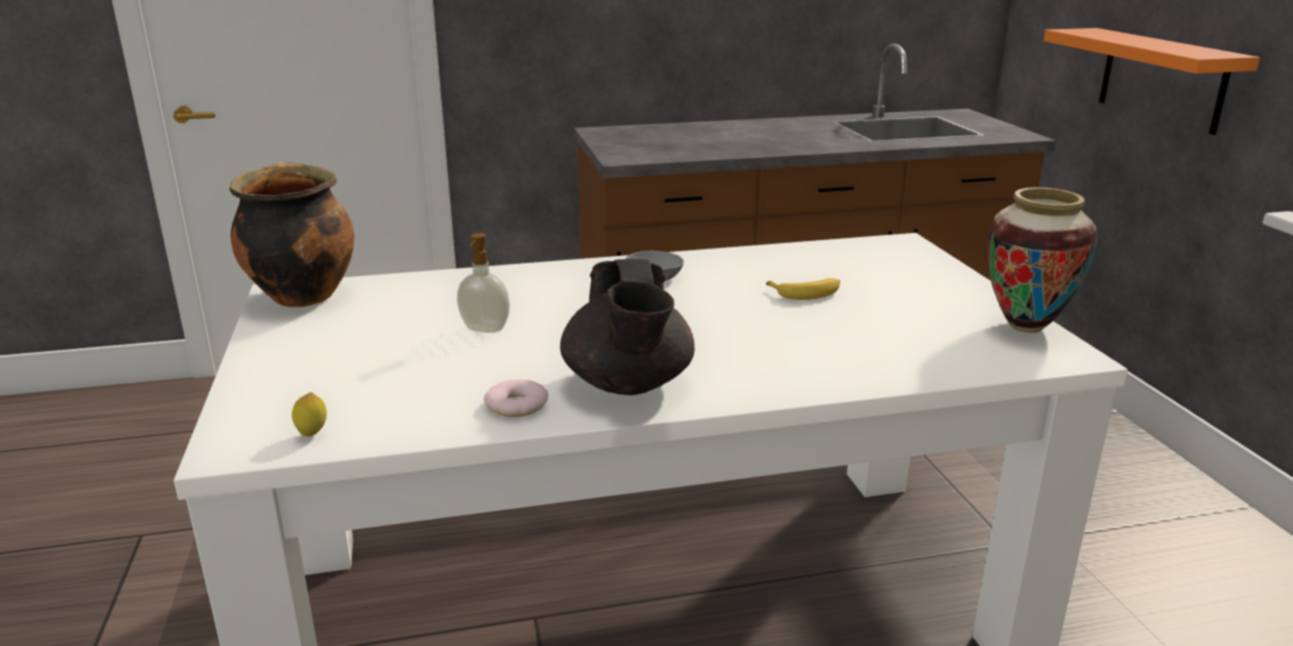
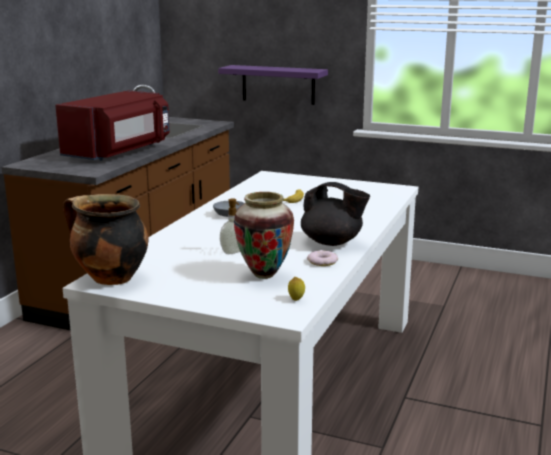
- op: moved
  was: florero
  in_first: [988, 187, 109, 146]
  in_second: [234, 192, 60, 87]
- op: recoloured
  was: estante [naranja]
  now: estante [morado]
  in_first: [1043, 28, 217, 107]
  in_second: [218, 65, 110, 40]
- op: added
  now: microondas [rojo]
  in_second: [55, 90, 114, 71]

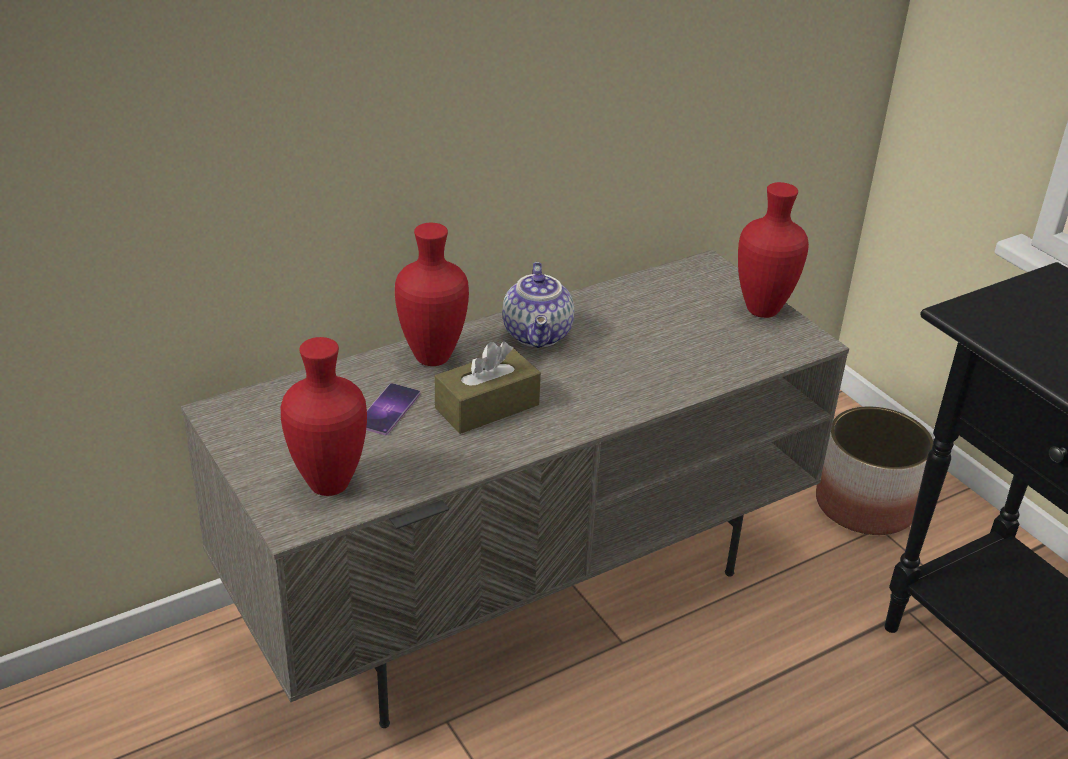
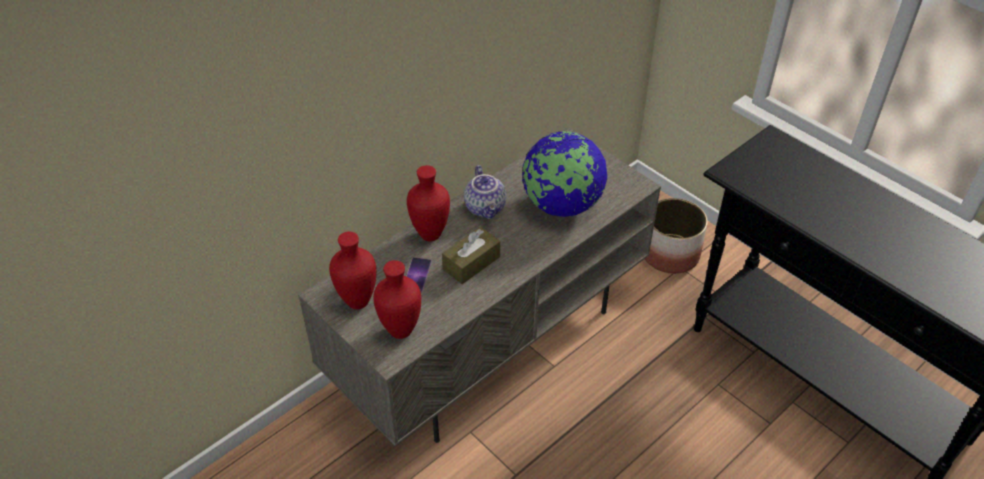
- op: moved
  was: florero [rojo]
  in_first: [738, 182, 71, 136]
  in_second: [329, 232, 47, 77]
- op: added
  now: globo terráqueo
  in_second: [522, 131, 85, 86]

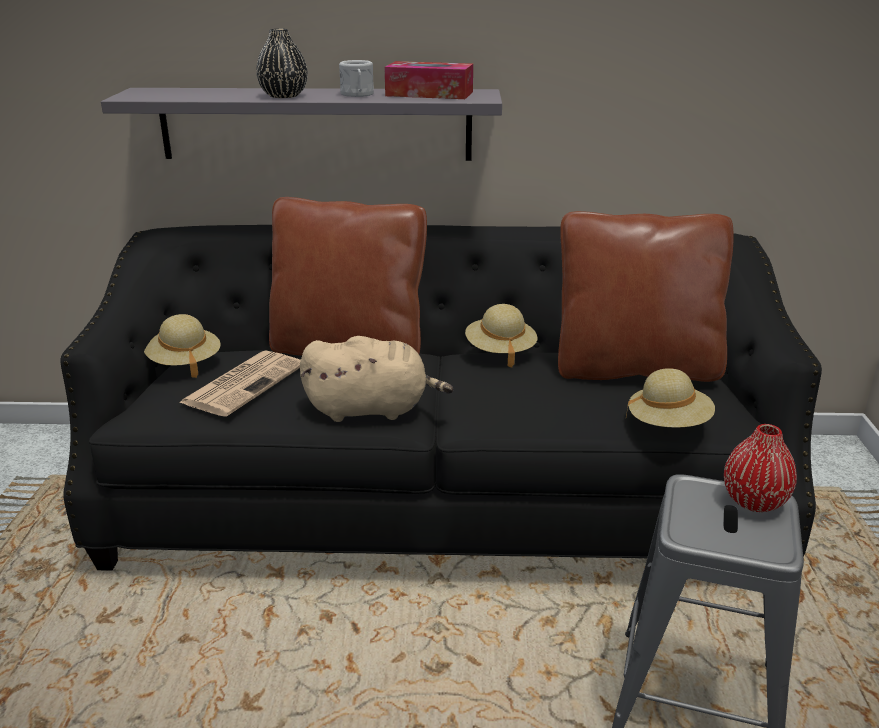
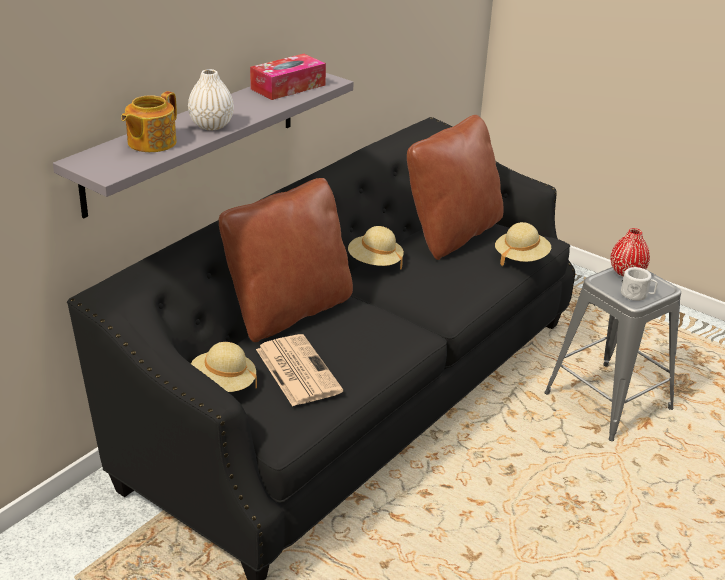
- op: recoloured
  was: florero [negro]
  now: florero [blanco]
  in_first: [256, 29, 52, 69]
  in_second: [188, 69, 46, 61]
- op: removed
  was: peluche [beis]
  in_first: [300, 336, 153, 86]
- op: moved
  was: taza grande [blanco]
  in_first: [339, 60, 35, 37]
  in_second: [621, 267, 37, 34]
- op: added
  now: tetera
  in_second: [121, 91, 56, 61]

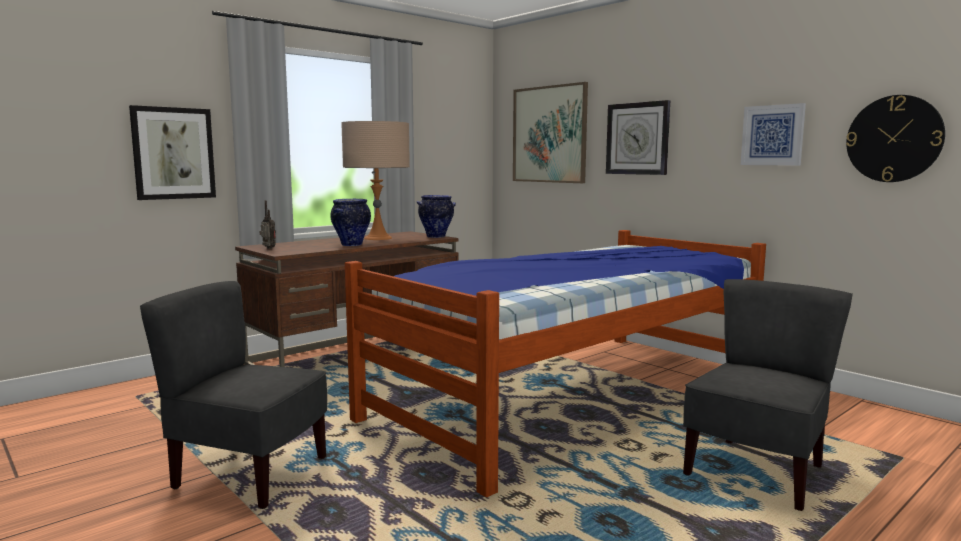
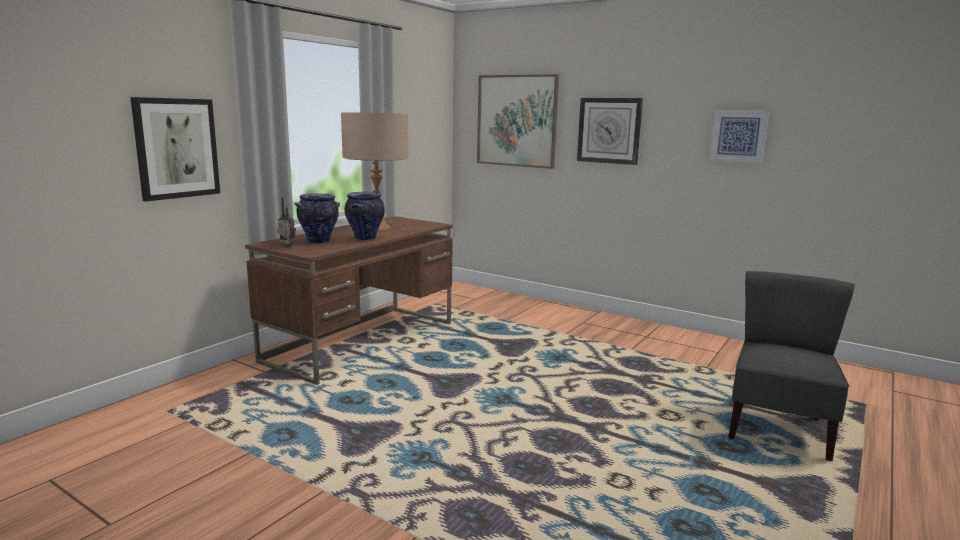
- op: removed
  was: silla [gris]
  in_first: [140, 281, 187, 228]
- op: removed
  was: cama
  in_first: [345, 230, 421, 267]
- op: moved
  was: florero
  in_first: [417, 195, 39, 43]
  in_second: [294, 193, 46, 51]
- op: removed
  was: reloj de pared
  in_first: [846, 95, 99, 87]

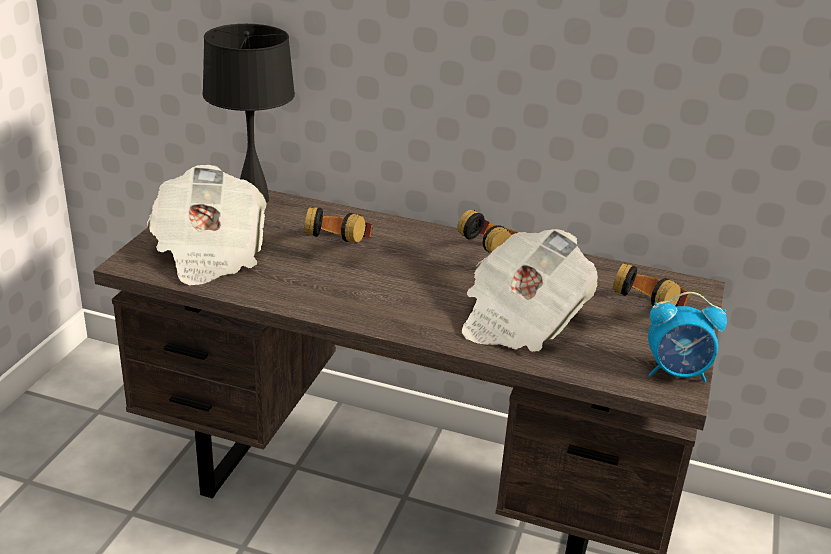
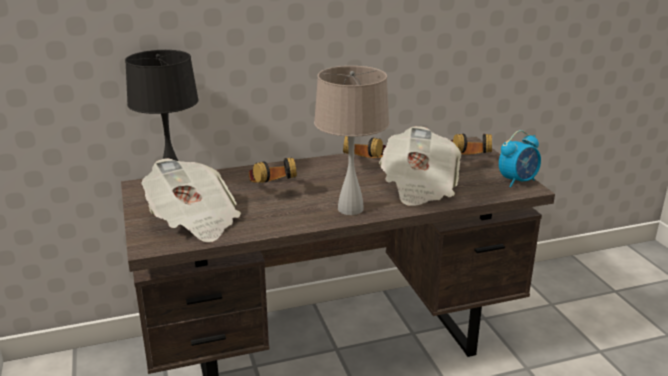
- op: added
  now: lámpara de mesa [beis]
  in_second: [314, 66, 76, 149]

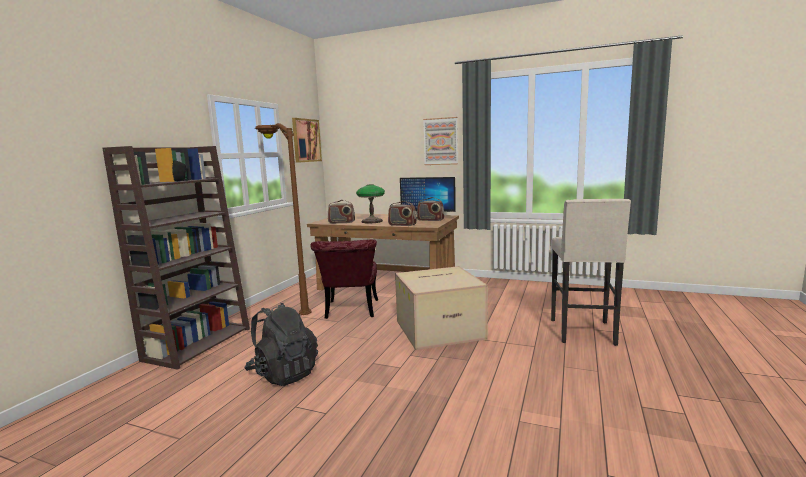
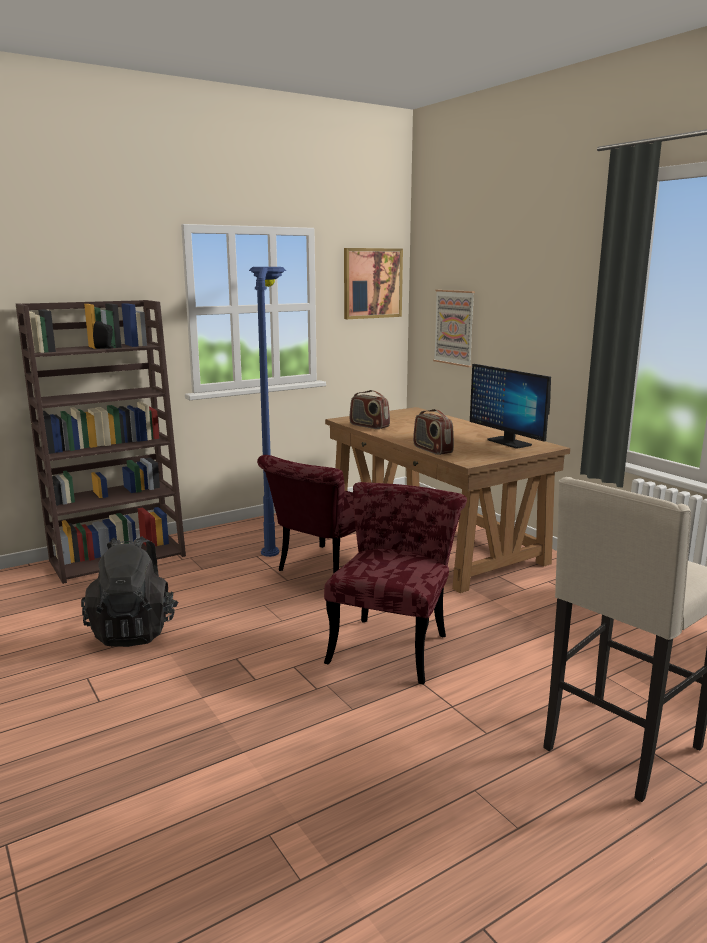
- op: recoloured
  was: lámpara de pie [marrón]
  now: lámpara de pie [azul]
  in_first: [254, 123, 58, 192]
  in_second: [249, 267, 37, 290]
- op: removed
  was: lámpara de mesa
  in_first: [356, 185, 29, 38]
- op: replaced
  was: caja de cartón
  now: silla [rojo]
  in_first: [395, 266, 93, 84]
  in_second: [324, 482, 143, 203]
- op: removed
  was: radio
  in_first: [417, 197, 27, 24]
- op: moved
  was: cuadro
  in_first: [423, 117, 35, 48]
  in_second: [433, 290, 42, 77]

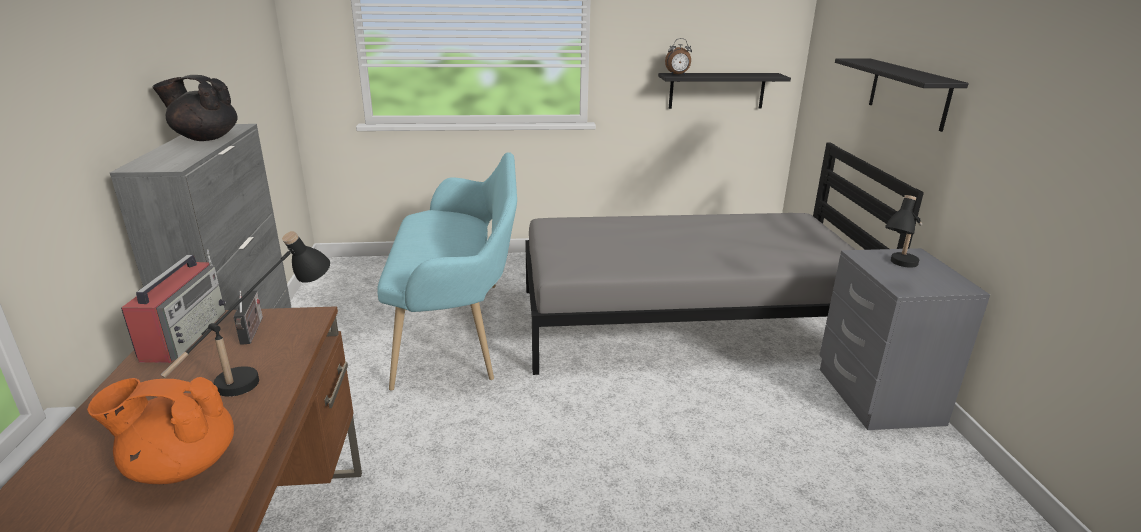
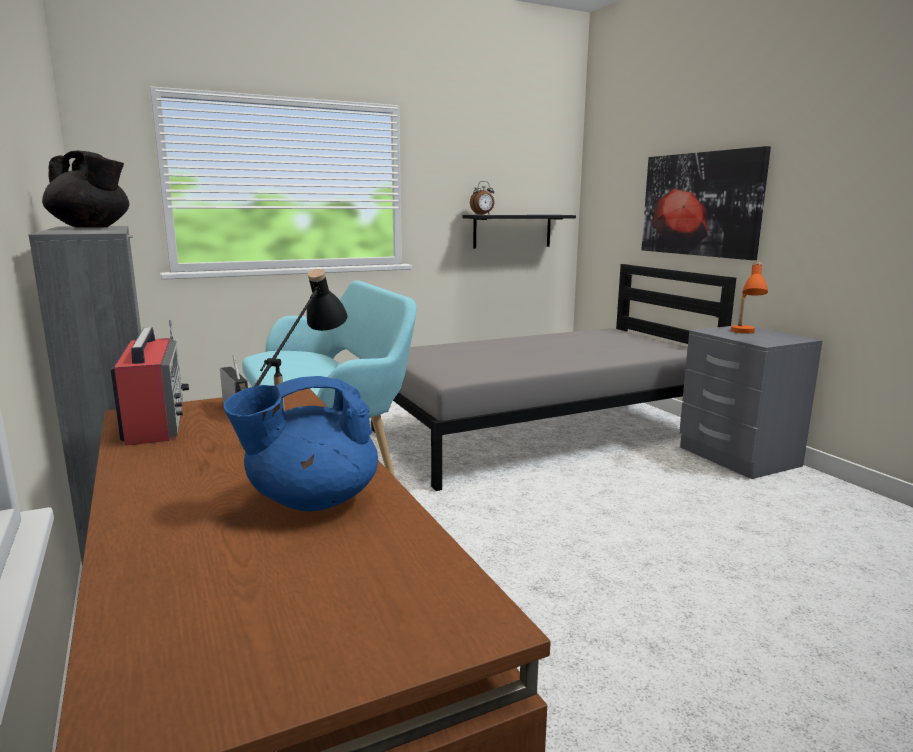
- op: recoloured
  was: tetera [naranja]
  now: tetera [azul]
  in_first: [87, 377, 147, 107]
  in_second: [224, 376, 154, 135]
- op: turned
  was: tetera [negro]
  in_first: [152, 75, 86, 66]
  in_second: [42, 150, 87, 78]
  clockwise: -135
- op: replaced
  was: estante [negro]
  now: cuadro
  in_first: [835, 58, 134, 74]
  in_second: [641, 146, 130, 114]
- op: recoloured
  was: lámpara de mesa [negro]
  now: lámpara de mesa [naranja]
  in_first: [885, 195, 37, 73]
  in_second: [731, 262, 37, 72]

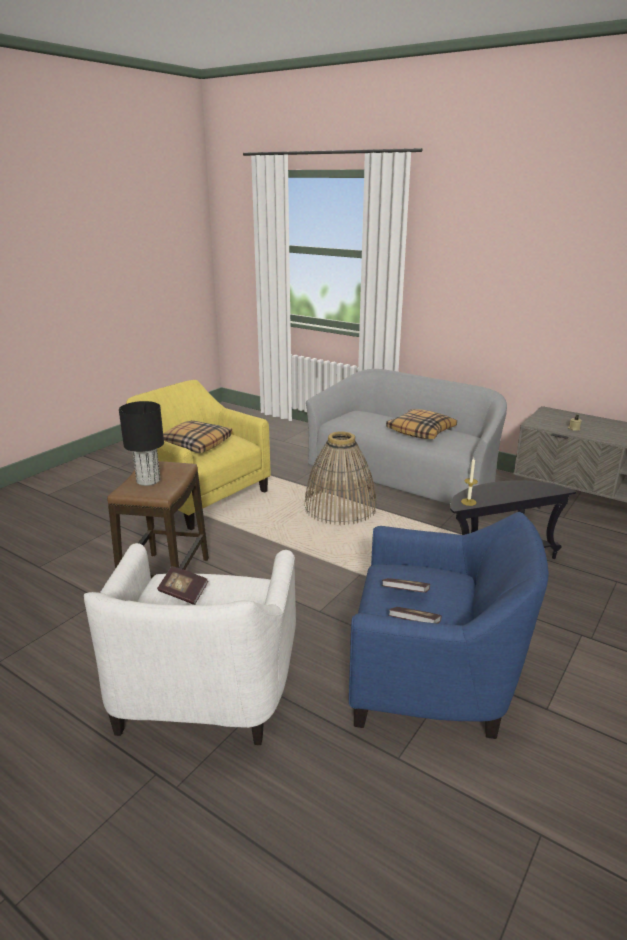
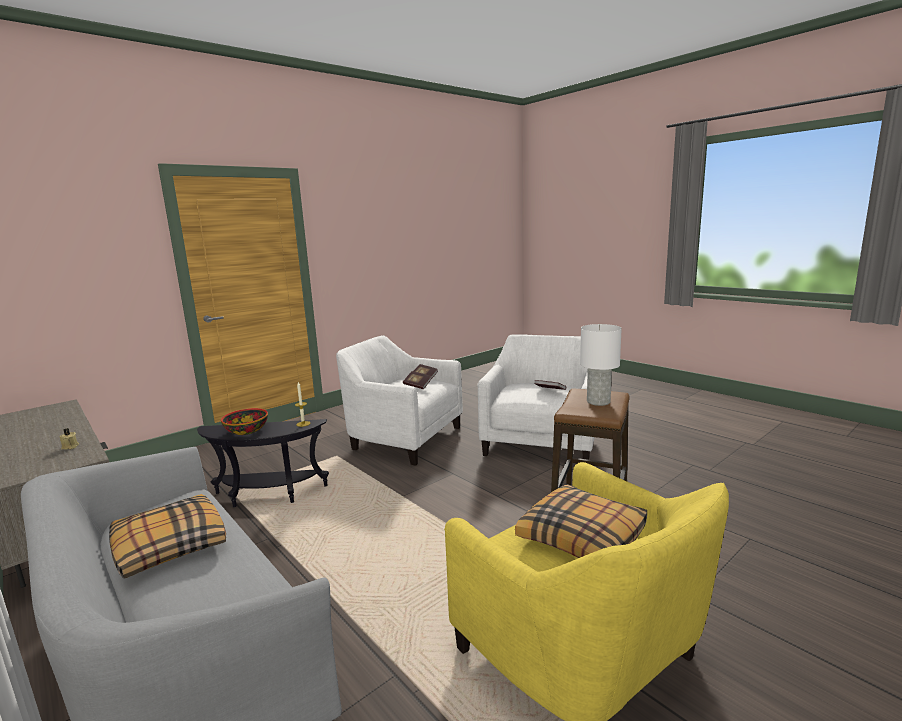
- op: recoloured
  was: lámpara de mesa [negro]
  now: lámpara de mesa [blanco]
  in_first: [119, 401, 45, 85]
  in_second: [580, 324, 42, 82]
- op: removed
  was: cesta
  in_first: [304, 431, 73, 94]
- op: recoloured
  was: sillón [azul]
  now: sillón [blanco]
  in_first: [349, 512, 200, 227]
  in_second: [336, 335, 127, 131]
- op: added
  now: cuenco
  in_second: [221, 408, 47, 27]

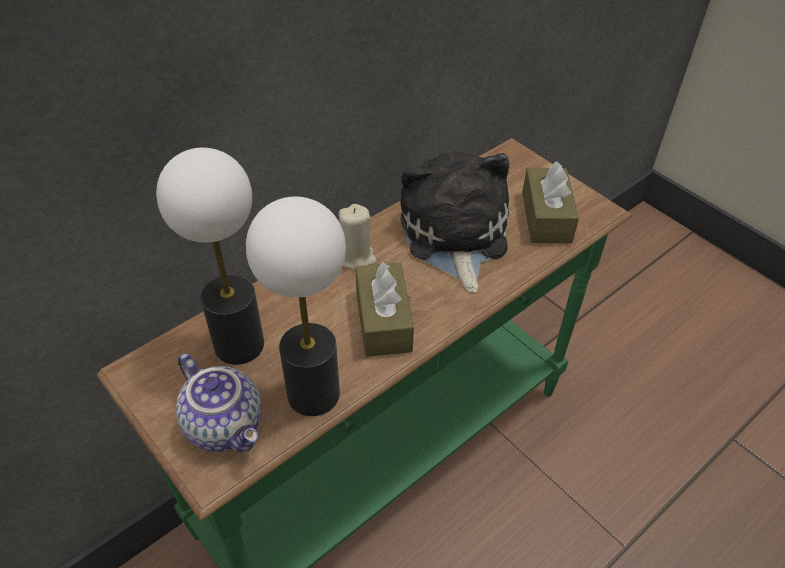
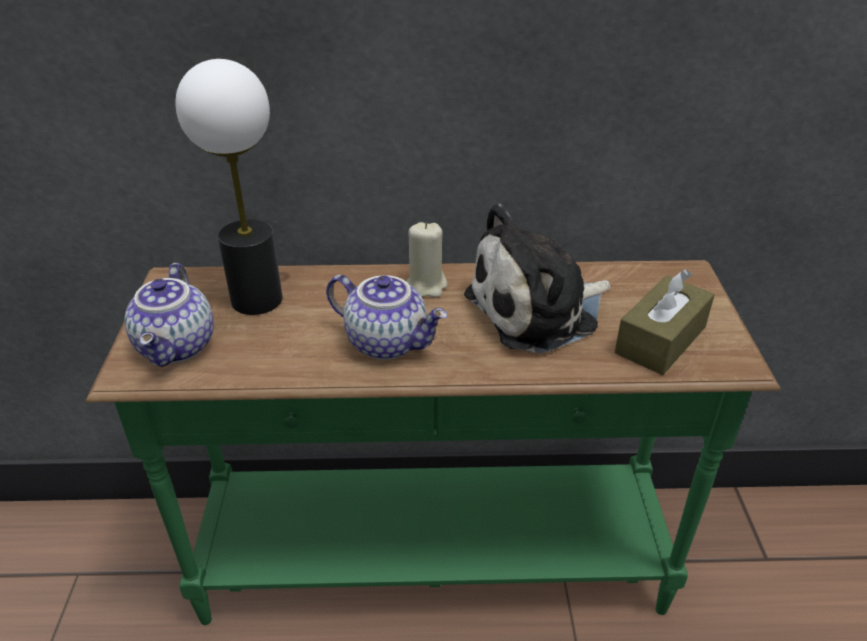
- op: removed
  was: lámpara de mesa
  in_first: [246, 197, 100, 219]
- op: replaced
  was: caja de pañuelos [marrón]
  now: tetera
  in_first: [356, 261, 58, 96]
  in_second: [326, 275, 122, 85]
- op: turned
  was: peluche
  in_first: [400, 151, 109, 142]
  in_second: [464, 204, 146, 149]
  clockwise: -150

